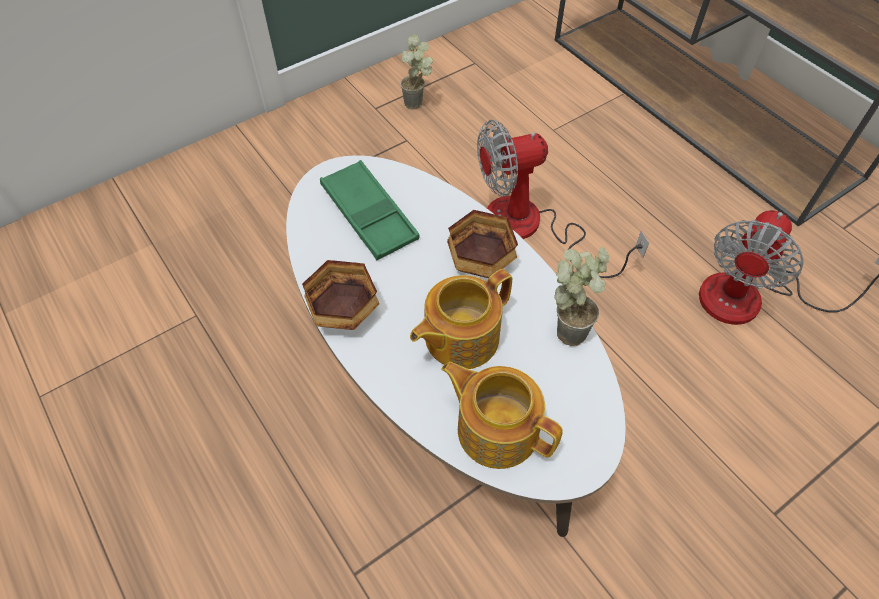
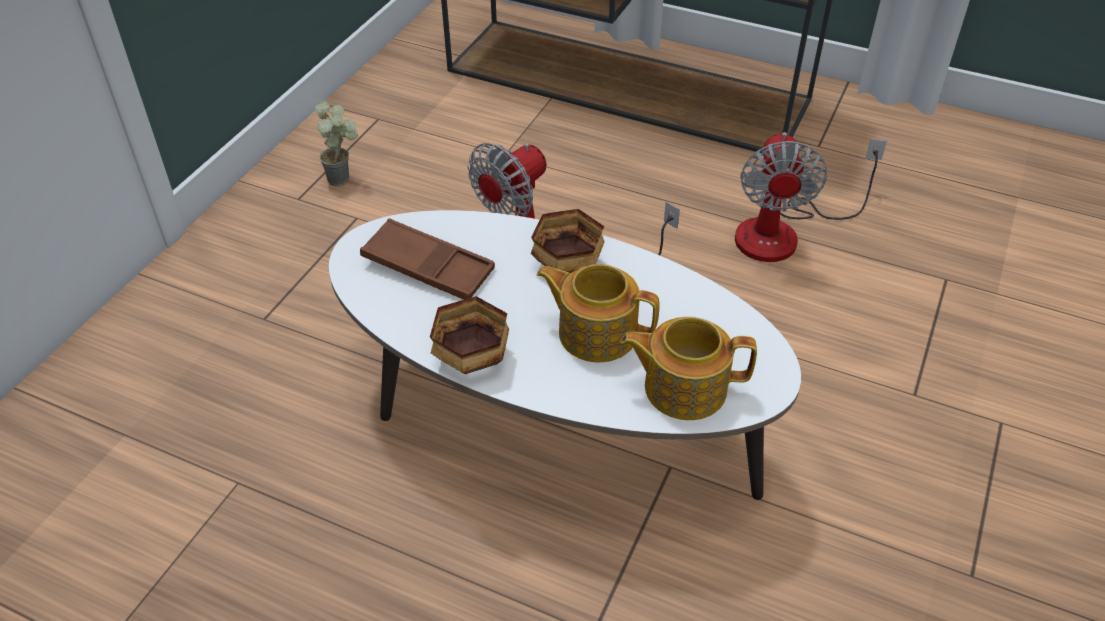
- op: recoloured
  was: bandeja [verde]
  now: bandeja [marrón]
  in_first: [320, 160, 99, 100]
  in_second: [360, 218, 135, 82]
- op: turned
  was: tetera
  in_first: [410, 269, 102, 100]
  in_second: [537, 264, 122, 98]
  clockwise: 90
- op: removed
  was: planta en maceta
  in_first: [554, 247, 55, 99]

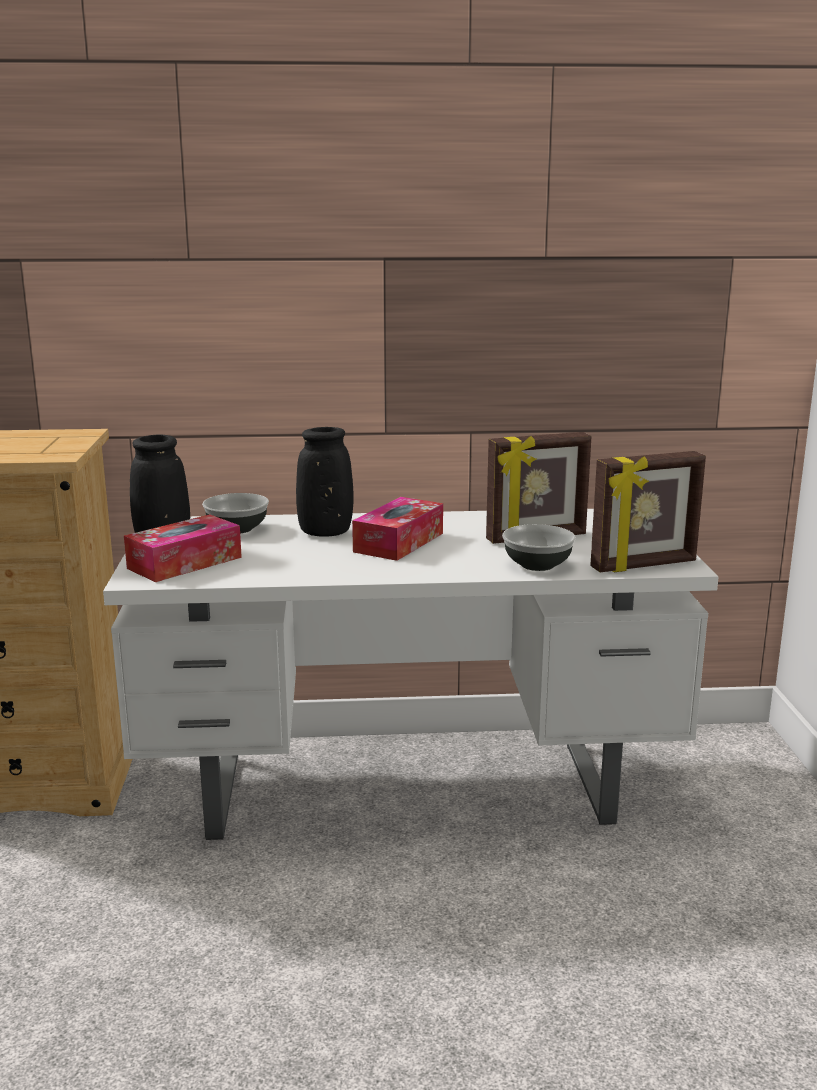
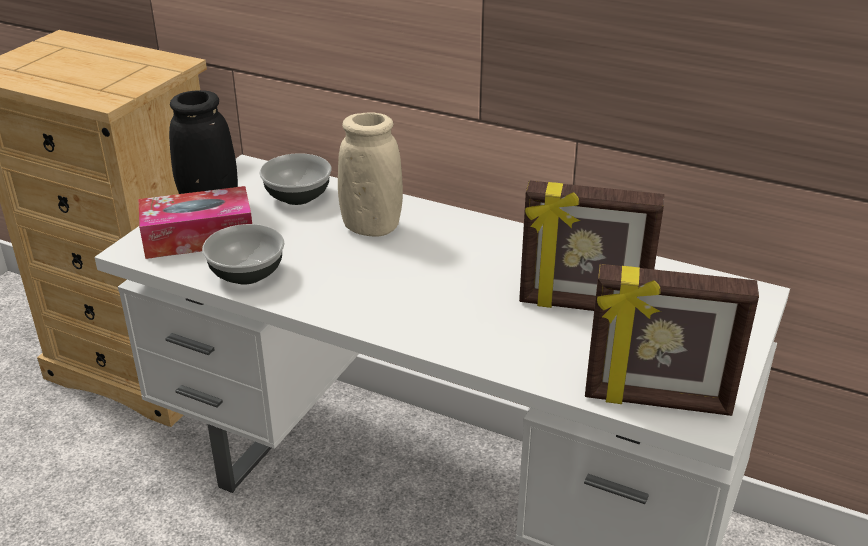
- op: recoloured
  was: florero [negro]
  now: florero [beis]
  in_first: [296, 427, 58, 110]
  in_second: [338, 112, 65, 124]
- op: removed
  was: caja de pañuelos
  in_first: [352, 497, 91, 64]
- op: moved
  was: cuenco
  in_first: [502, 524, 74, 47]
  in_second: [202, 224, 83, 60]

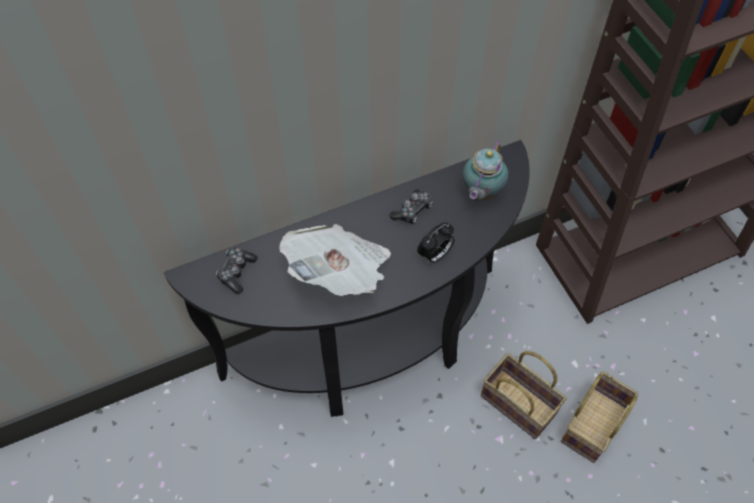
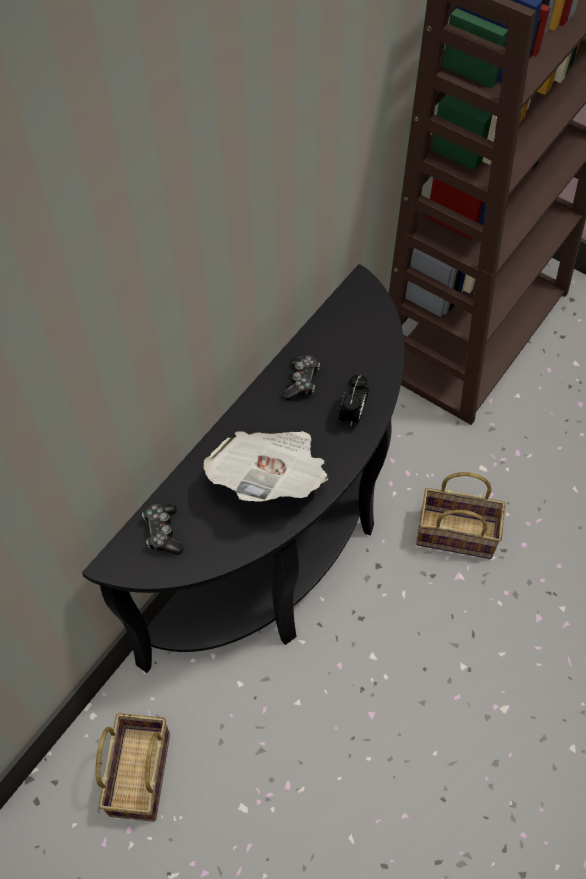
- op: removed
  was: tetera
  in_first: [462, 140, 47, 61]
- op: moved
  was: cesta
  in_first: [561, 372, 77, 91]
  in_second: [96, 713, 74, 109]

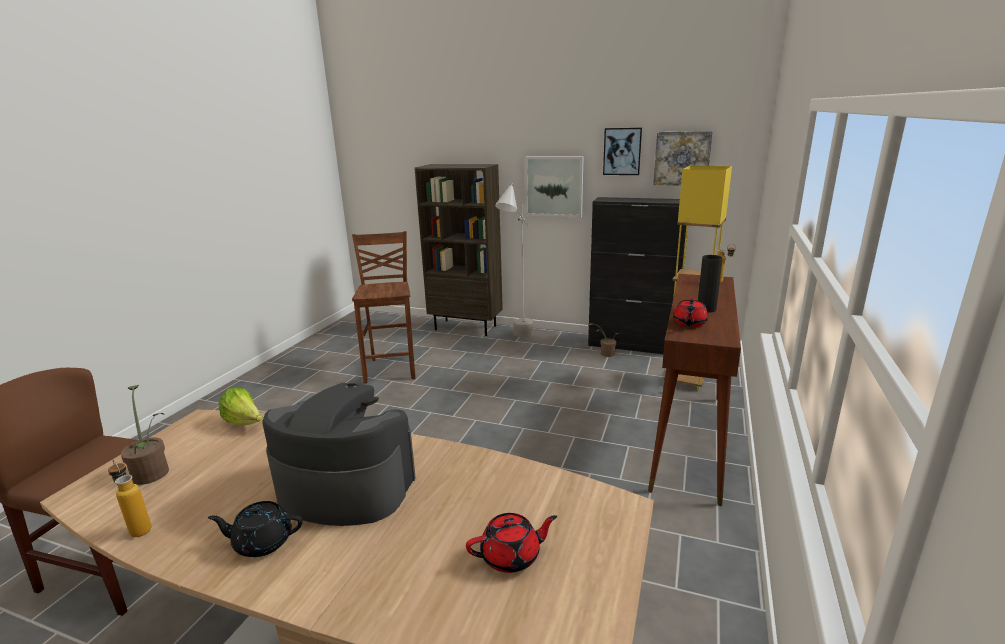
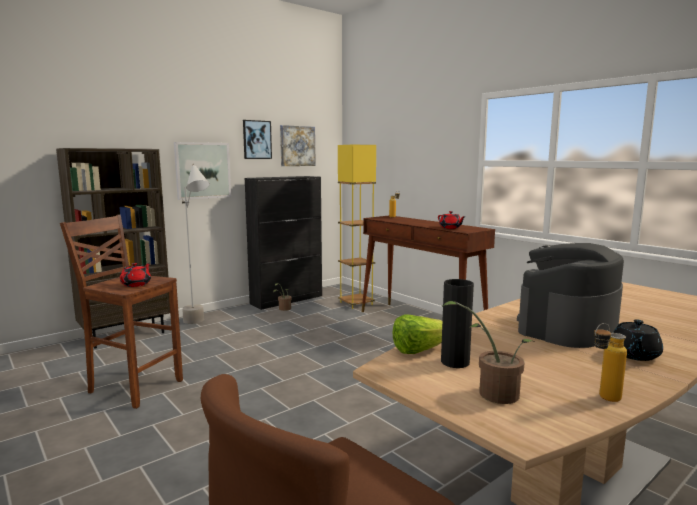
- op: moved
  was: tetera [rojo]
  in_first: [466, 513, 91, 60]
  in_second: [120, 263, 31, 24]
- op: moved
  was: florero [negro]
  in_first: [698, 255, 25, 57]
  in_second: [441, 279, 33, 89]

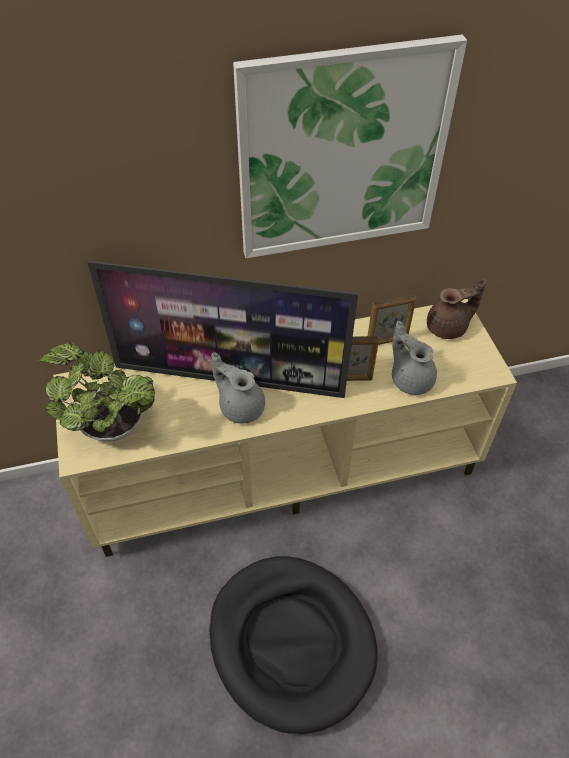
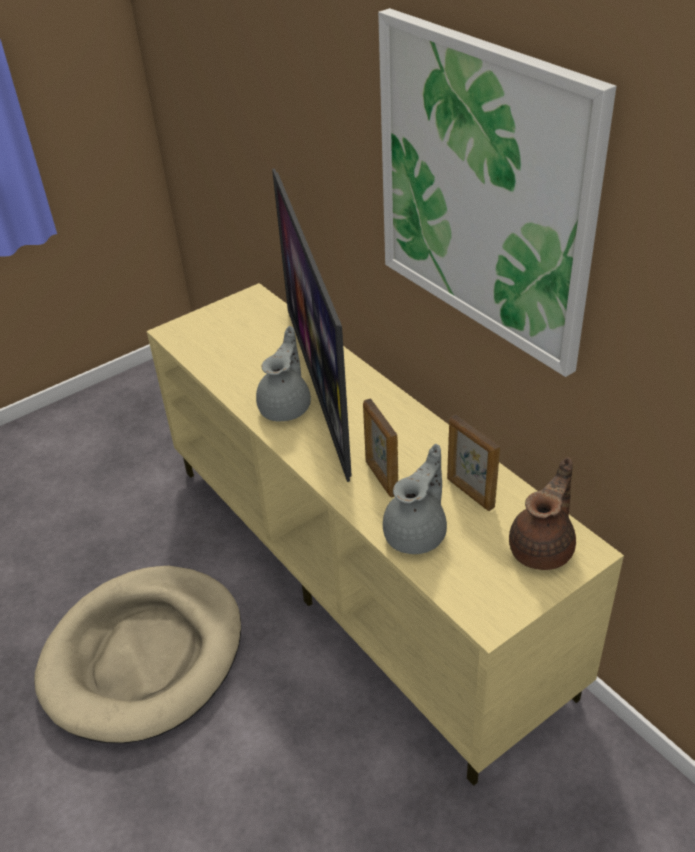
- op: removed
  was: planta en maceta
  in_first: [37, 343, 118, 99]
- op: recoloured
  was: cama para perro [negro]
  now: cama para perro [beis]
  in_first: [209, 556, 169, 178]
  in_second: [34, 566, 207, 177]
- op: turned
  was: tetera [marrón]
  in_first: [427, 279, 59, 60]
  in_second: [509, 457, 67, 113]
  clockwise: -105

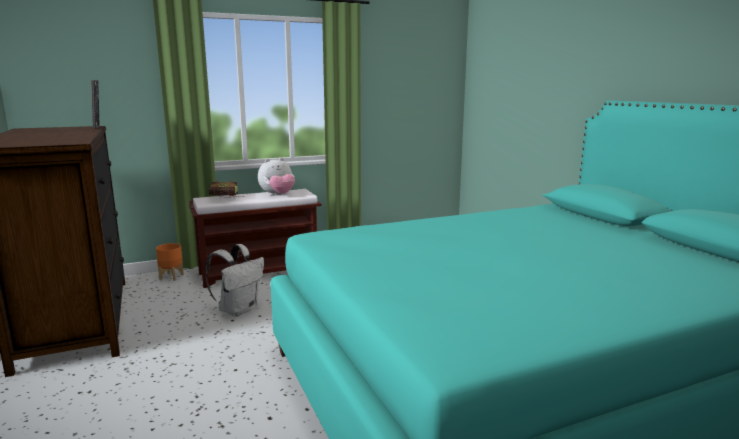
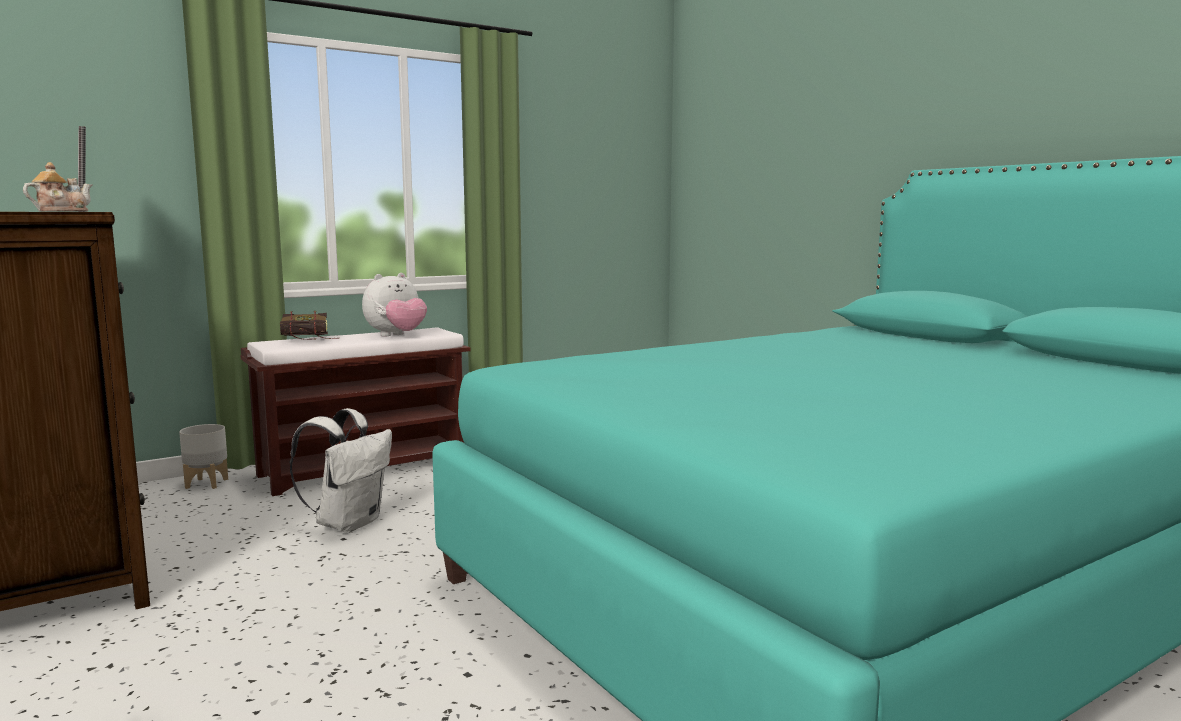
- op: recoloured
  was: maceta [naranja]
  now: maceta [gris]
  in_first: [156, 243, 28, 38]
  in_second: [179, 424, 49, 65]
- op: added
  now: tetera
  in_second: [23, 162, 70, 50]

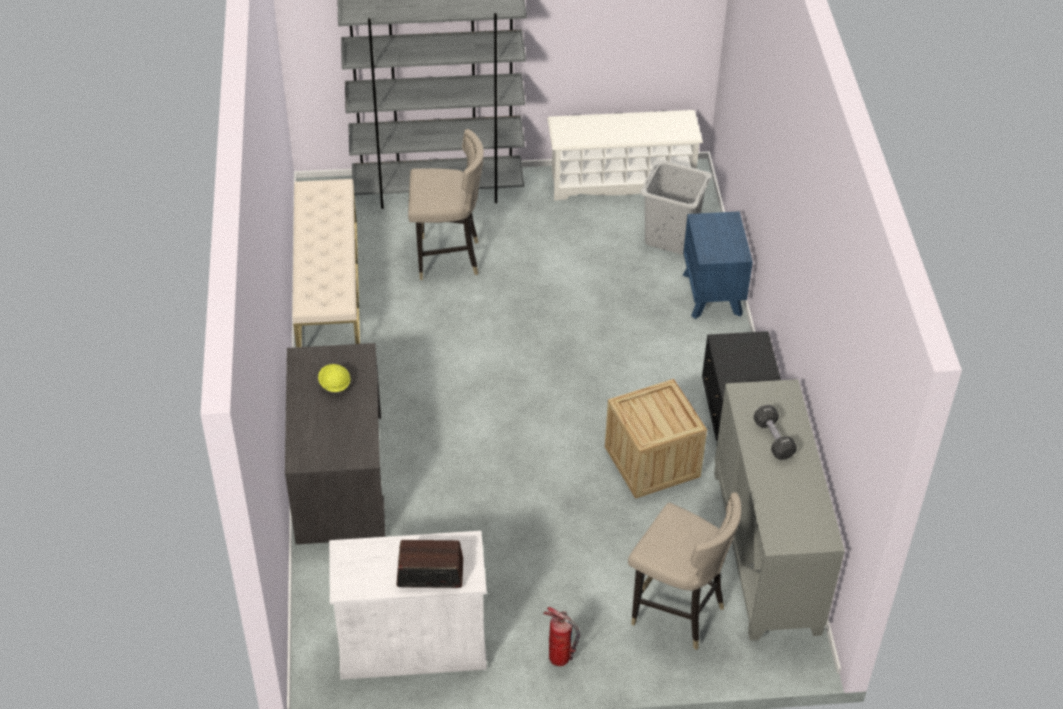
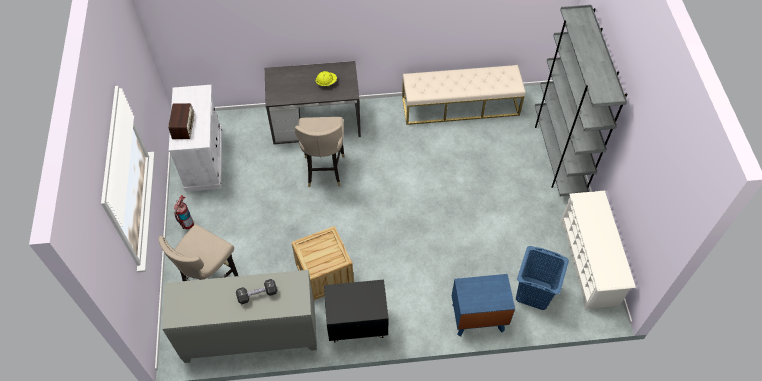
- op: moved
  was: taburete [beis]
  in_first: [408, 129, 76, 151]
  in_second: [295, 117, 49, 70]
- op: recoloured
  was: cesto de la ropa [gris]
  now: cesto de la ropa [azul]
  in_first: [640, 160, 72, 95]
  in_second: [516, 246, 53, 64]

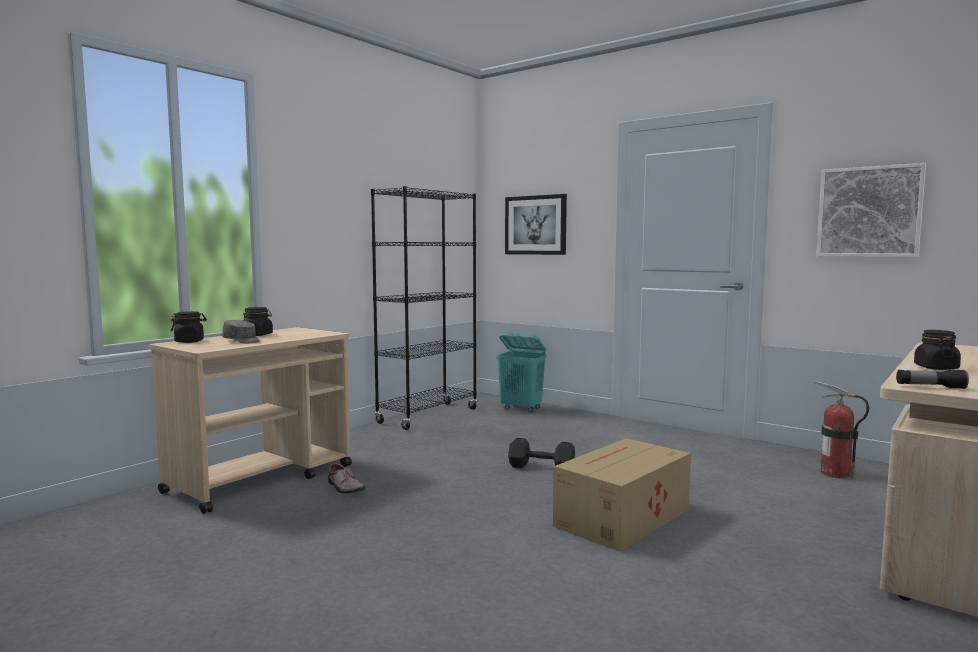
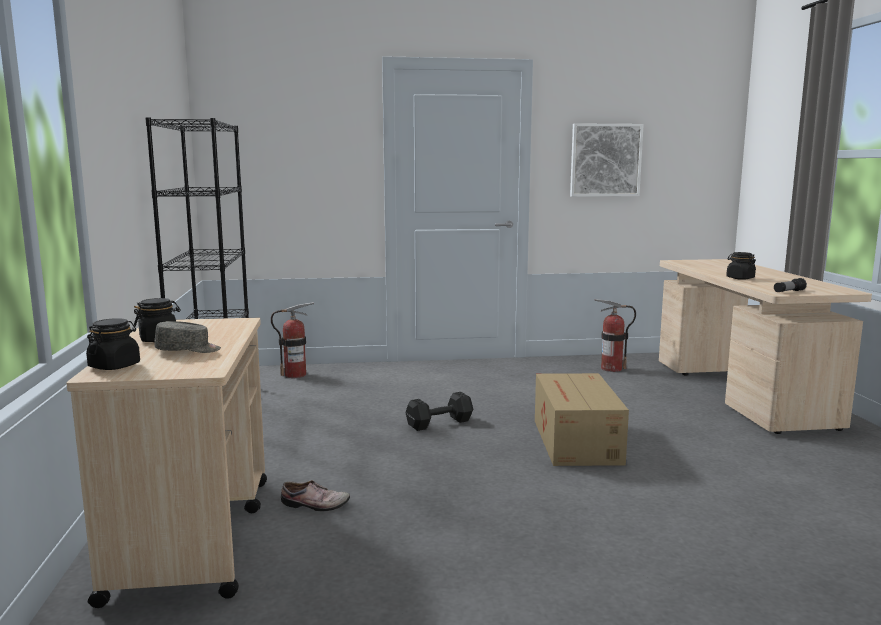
- op: replaced
  was: cesto de la ropa [turquesa]
  now: extintor
  in_first: [496, 333, 50, 80]
  in_second: [271, 302, 43, 76]
- op: removed
  was: cuadro
  in_first: [505, 194, 62, 61]

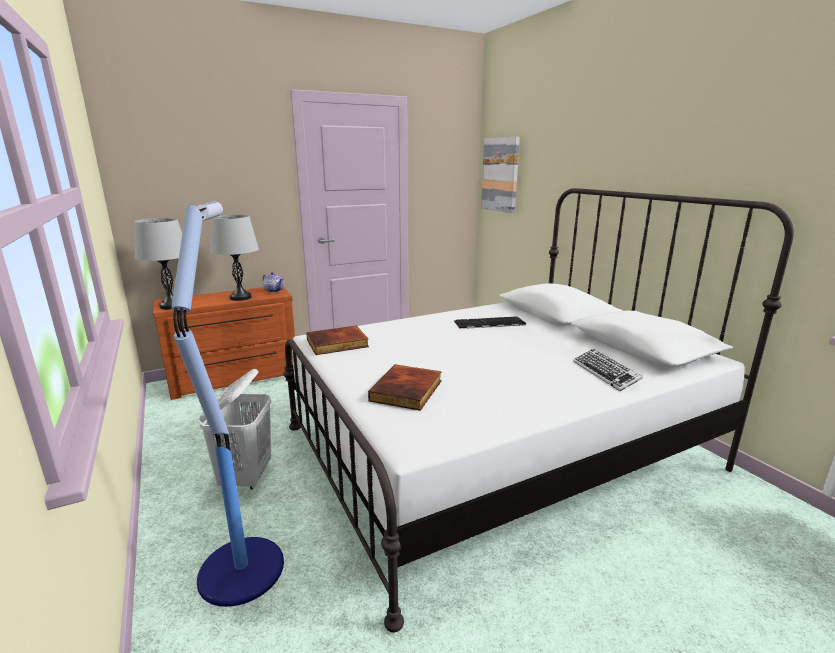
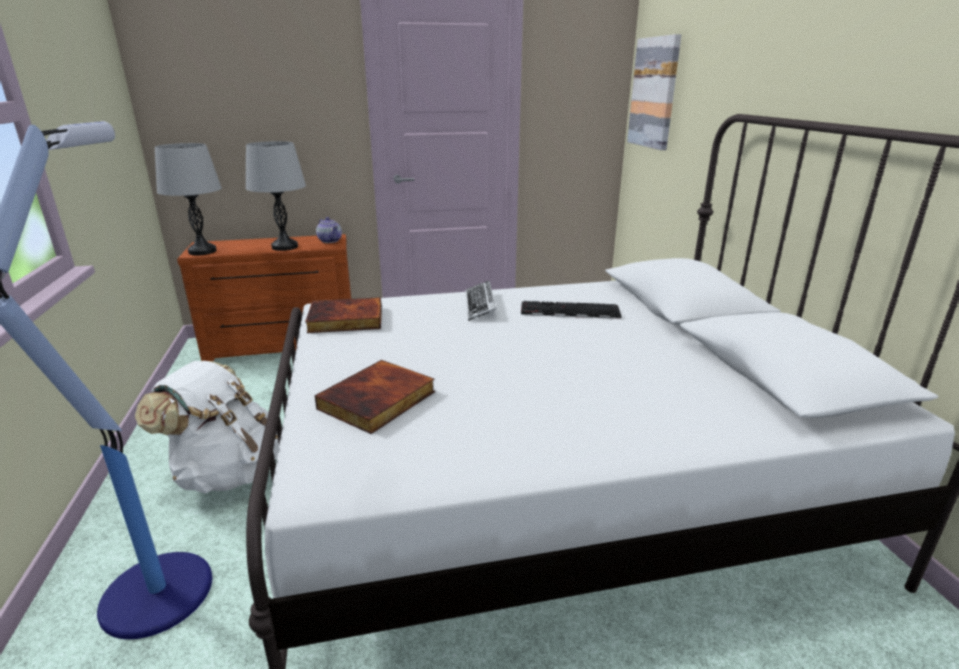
- op: replaced
  was: cesto de la ropa [blanco]
  now: mochila [blanco]
  in_first: [199, 369, 72, 120]
  in_second: [135, 361, 144, 133]
- op: moved
  was: teclado
  in_first: [573, 349, 70, 42]
  in_second: [466, 281, 30, 40]

